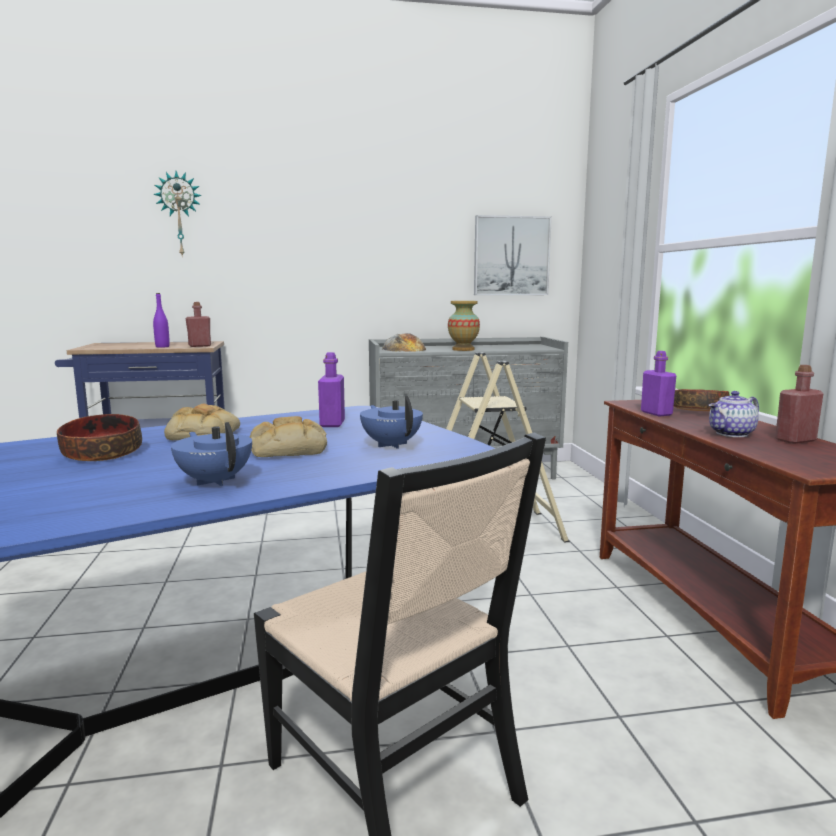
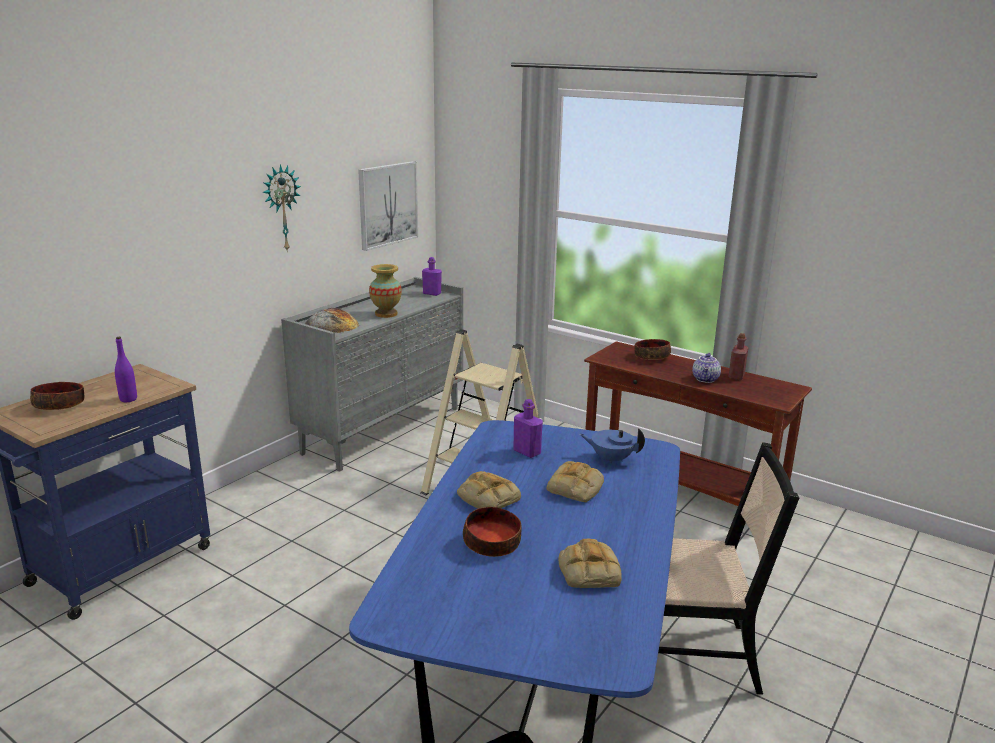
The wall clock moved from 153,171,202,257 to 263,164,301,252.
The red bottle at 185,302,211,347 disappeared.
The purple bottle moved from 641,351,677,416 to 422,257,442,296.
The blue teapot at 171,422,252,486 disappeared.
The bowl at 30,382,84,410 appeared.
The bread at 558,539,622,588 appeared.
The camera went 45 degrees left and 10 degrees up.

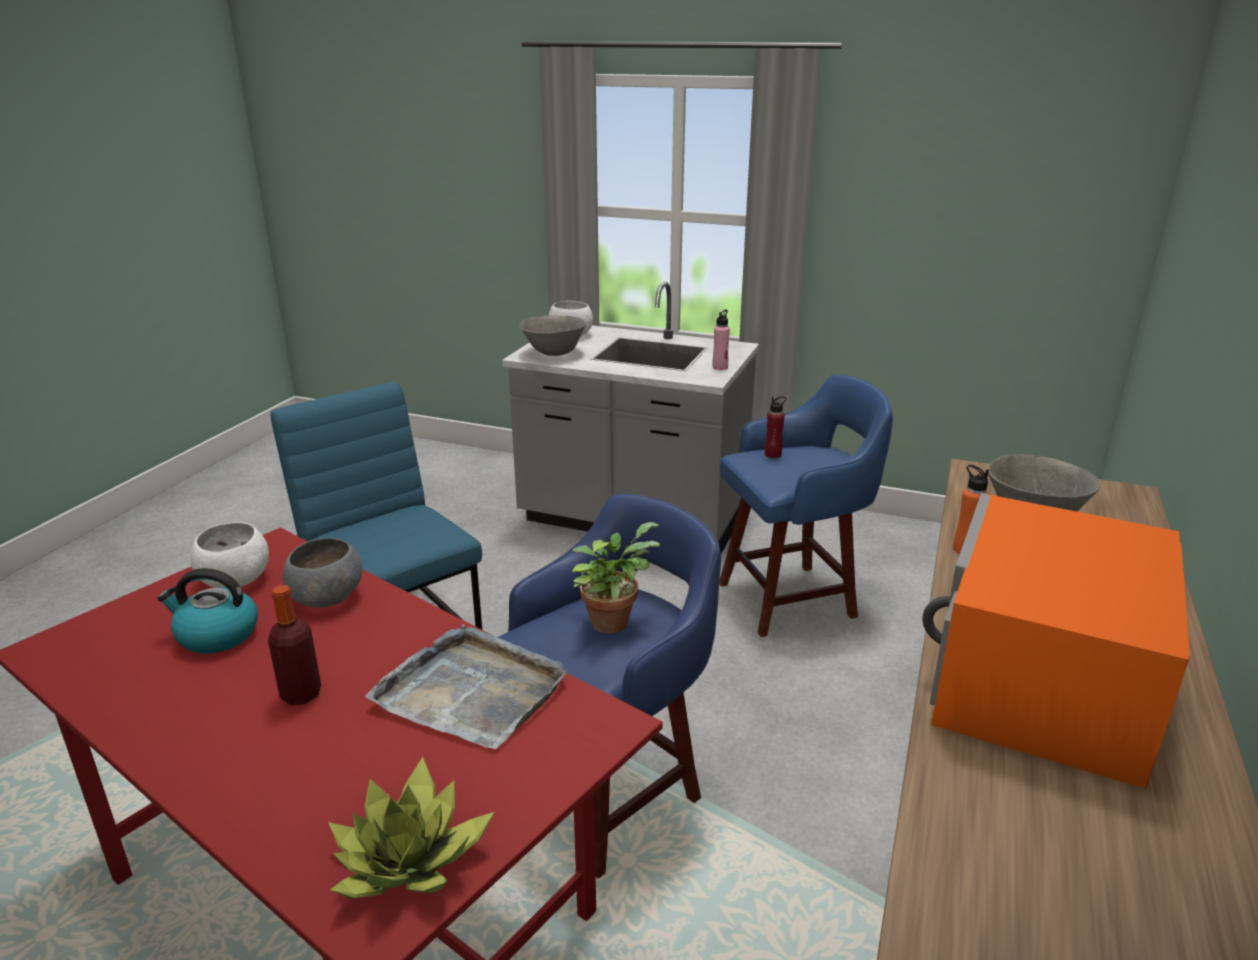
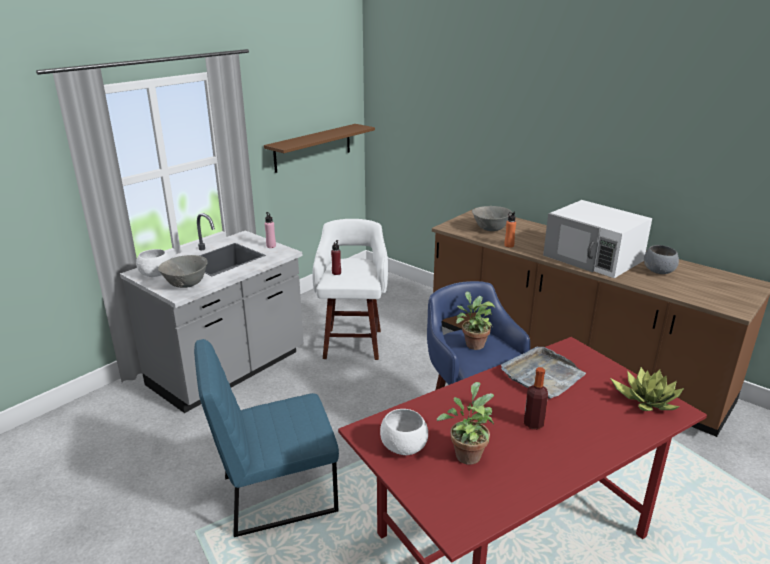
The blue stool at 719,374,893,637 became the white stool at 312,219,388,360.
The orange microwave at 922,493,1190,789 became the white microwave at 543,200,652,278.
The grey bowl moved from 283,538,362,608 to 644,245,679,274.
The kettle at 158,568,258,654 was replaced by the potted plant at 437,382,494,465.
The brown shelf at 264,124,375,173 appeared.
The camera went 70 degrees left and 0 degrees up.

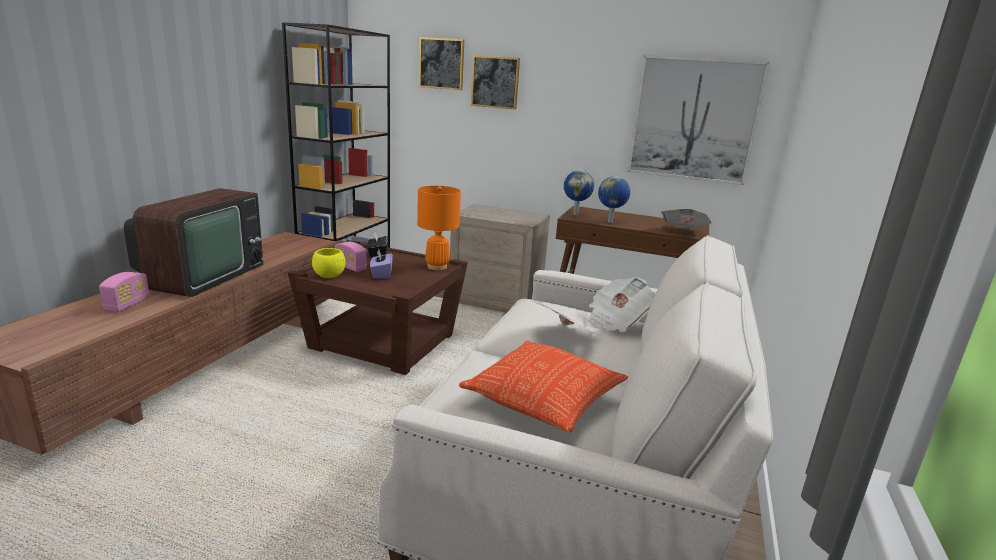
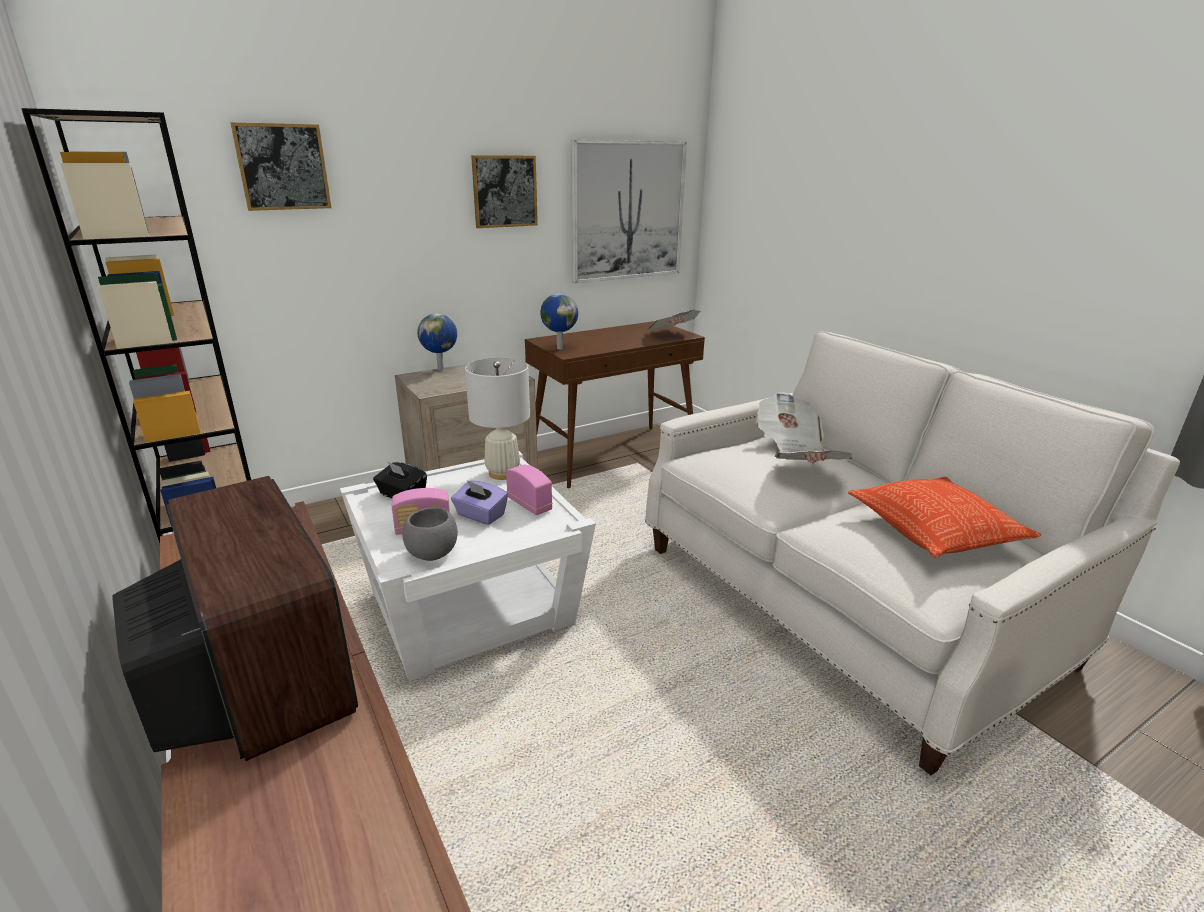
The picture moved from 471,55,520,110 to 471,155,538,228.
The globe moved from 598,176,630,223 to 417,314,457,371.
The orange table lamp at 417,186,461,270 became the white table lamp at 465,358,530,480.
The brown side table at 287,242,468,375 became the white side table at 340,451,596,681.
The yellow bowl at 312,248,346,278 became the grey bowl at 402,507,458,561.
The radio moved from 99,272,150,312 to 506,465,553,515.
The camera went 50 degrees left and 5 degrees up.

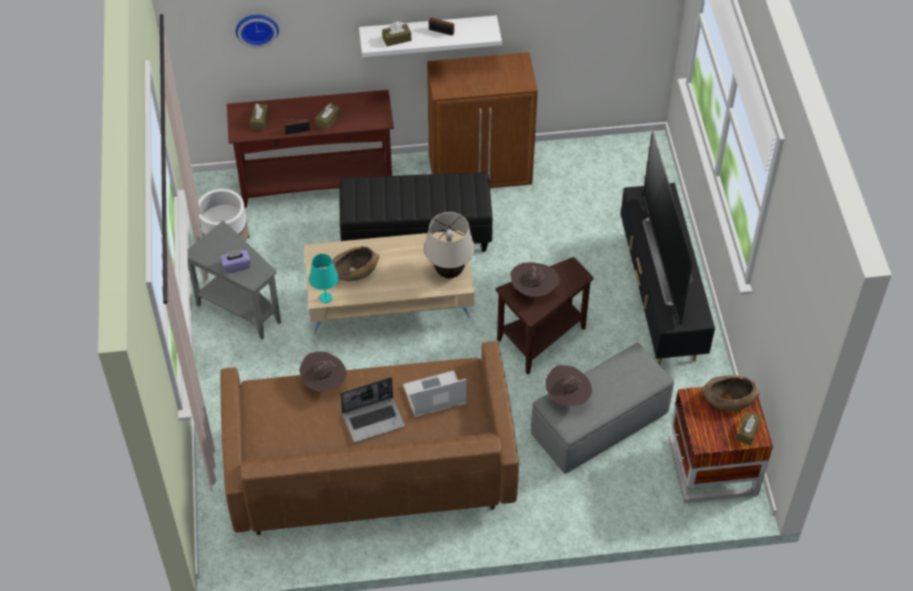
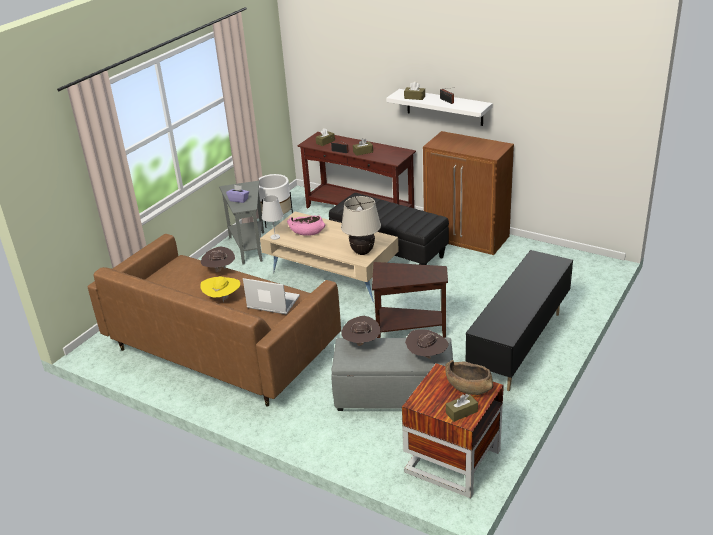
The wall clock at 236,15,279,48 disappeared.
The television at 642,130,694,326 disappeared.
The brown bowl at 332,246,379,281 became the pink bowl at 287,215,325,236.
The turquoise table lamp at 309,254,339,303 became the white table lamp at 262,195,284,240.
The brown hat moved from 510,262,560,297 to 405,329,449,359.
The laptop at 340,377,405,443 was replaced by the yellow hat at 200,276,240,302.
The camera went 40 degrees right and 20 degrees down.

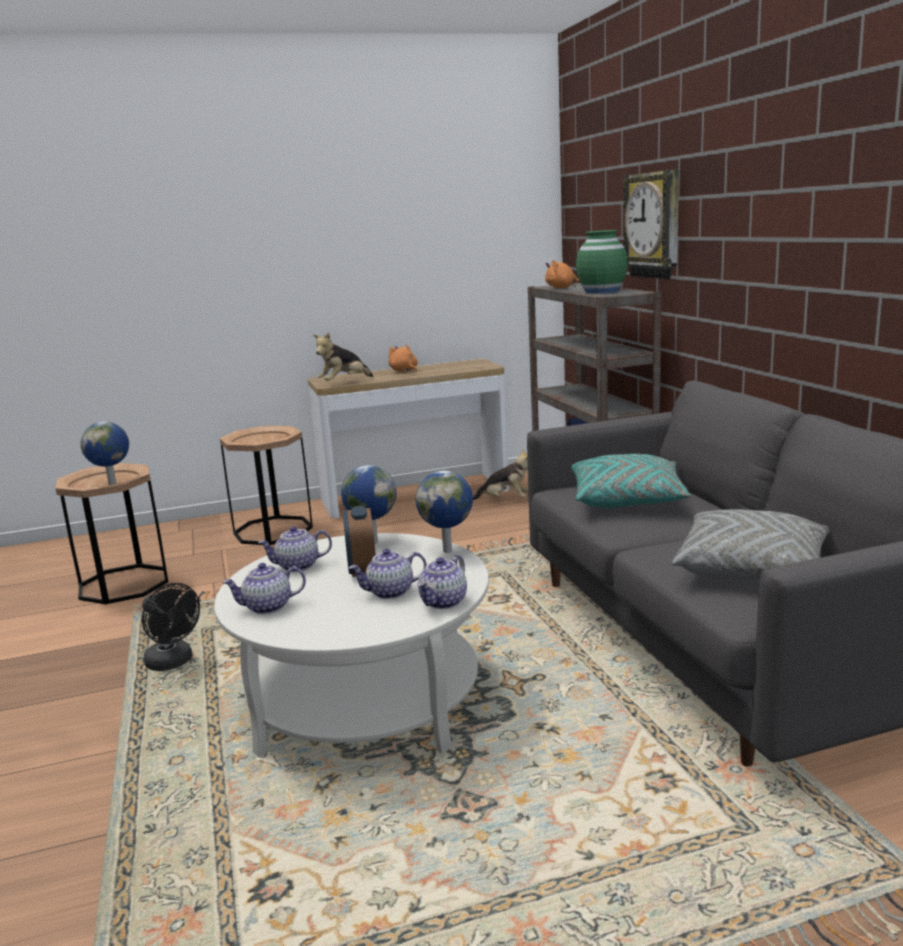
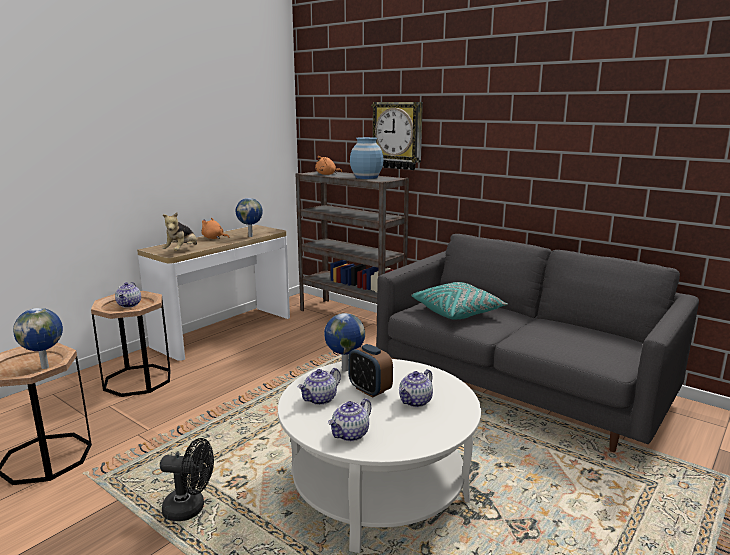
The green vase at 576,230,628,293 became the blue vase at 350,137,383,179.
The plush toy at 473,449,528,500 disappeared.
The globe moved from 415,471,473,553 to 236,198,263,237.
The grey pillow at 672,509,829,580 disappeared.
The teapot moved from 417,555,467,609 to 115,282,141,308.
The camera went 35 degrees left and 0 degrees up.

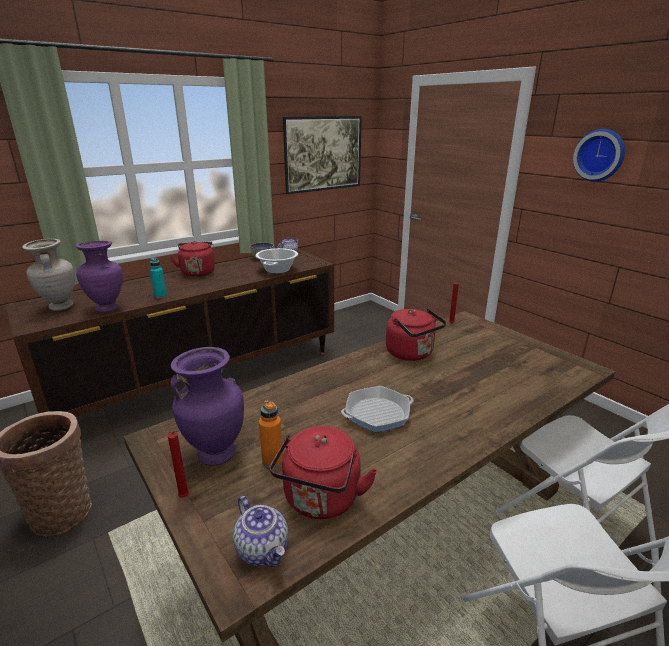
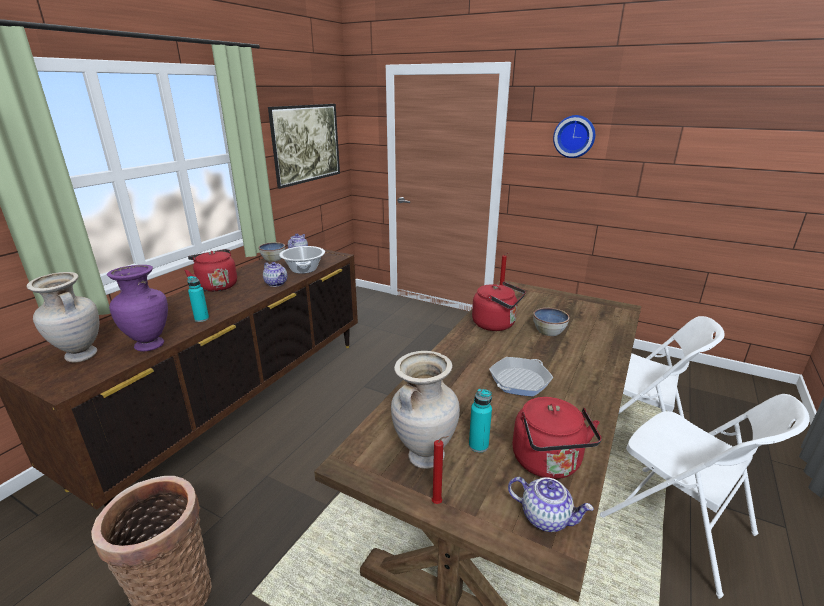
The purple vase at 171,347,244,466 became the beige vase at 391,351,460,469.
The orange bottle at 259,400,283,468 became the turquoise bottle at 469,389,492,452.
The teapot at 263,262,288,287 appeared.
The bowl at 533,308,570,336 appeared.
The camera went 25 degrees left and 0 degrees up.

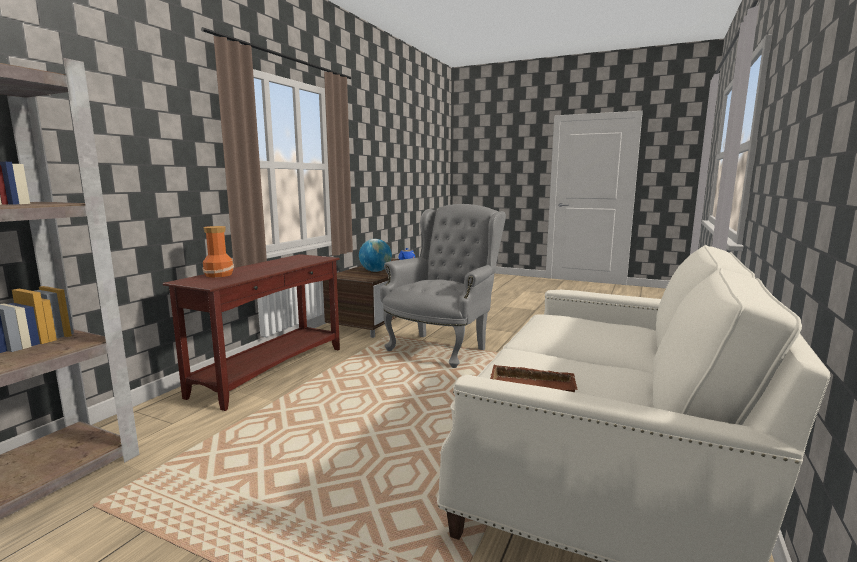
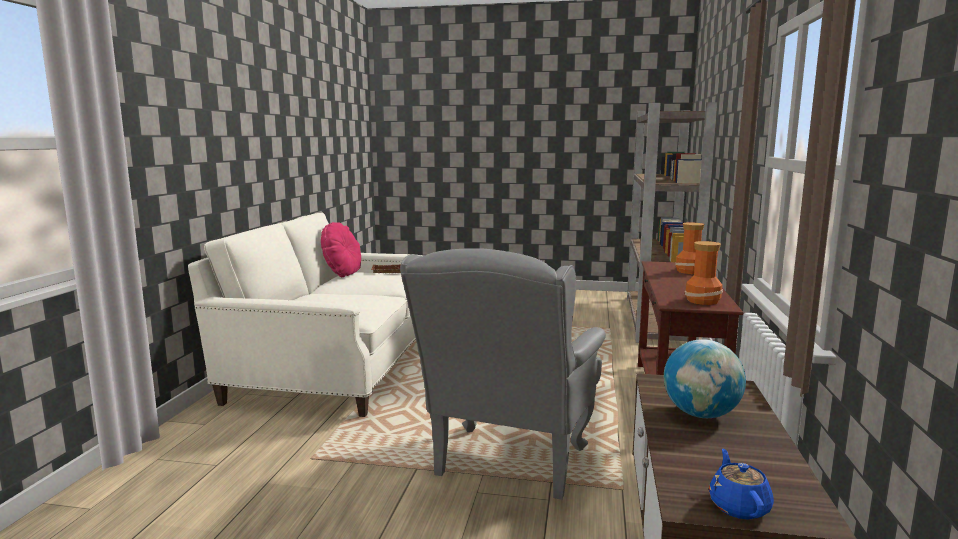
The pink pillow at 321,222,361,277 appeared.
The vase at 684,241,723,305 appeared.
The camera went 165 degrees right and 0 degrees up.

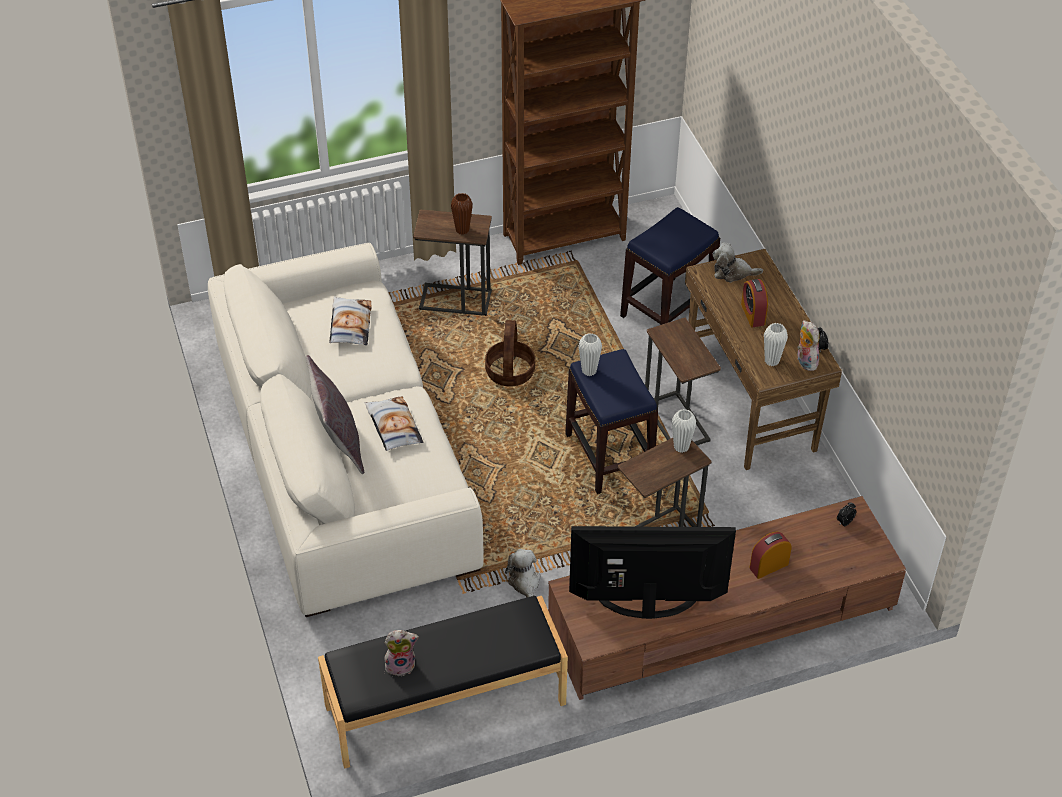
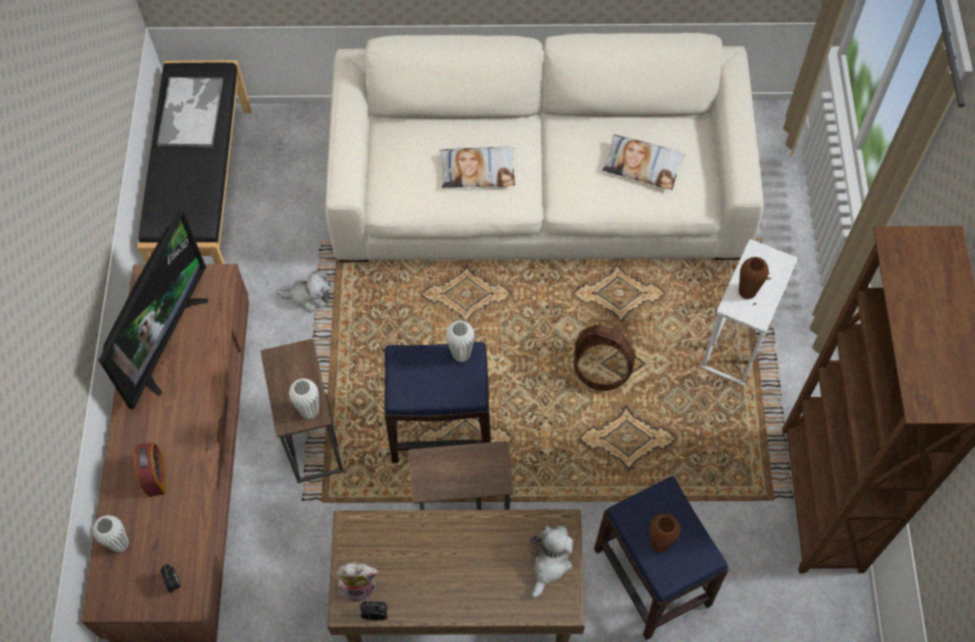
The brown side table at 413,210,492,316 became the white side table at 701,239,798,386.
The alarm clock at 741,279,768,327 disappeared.
The white vase moved from 764,323,788,366 to 93,515,129,553.
The grey pillow at 306,355,364,474 disappeared.
The plush toy at 384,630,419,676 was replaced by the tray at 157,77,223,148.
The brown vase at 649,513,681,553 appeared.
The camera went 110 degrees right and 15 degrees up.

